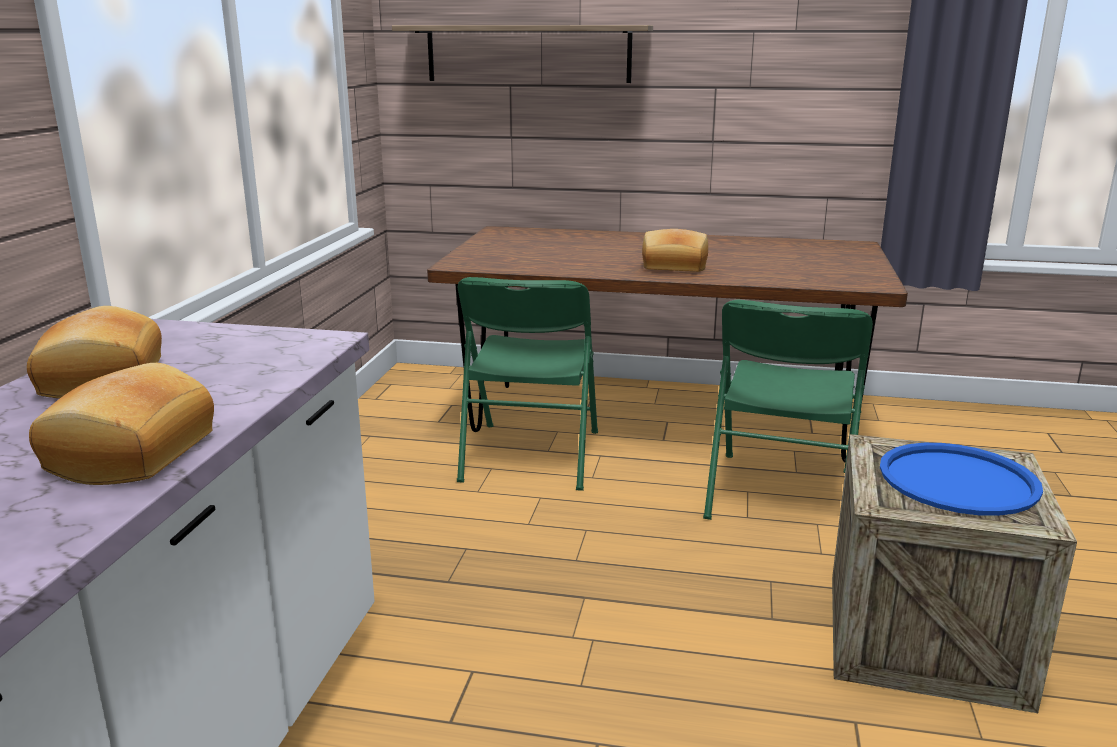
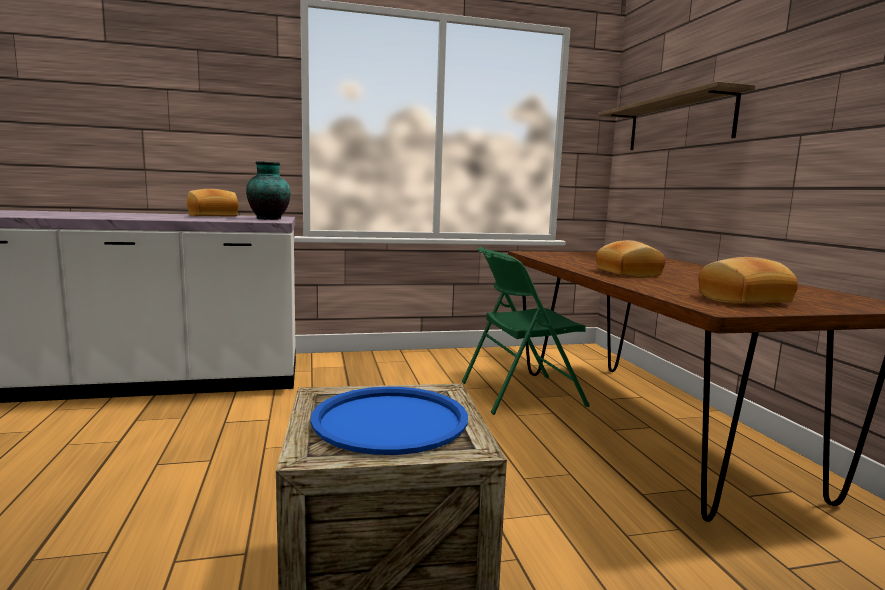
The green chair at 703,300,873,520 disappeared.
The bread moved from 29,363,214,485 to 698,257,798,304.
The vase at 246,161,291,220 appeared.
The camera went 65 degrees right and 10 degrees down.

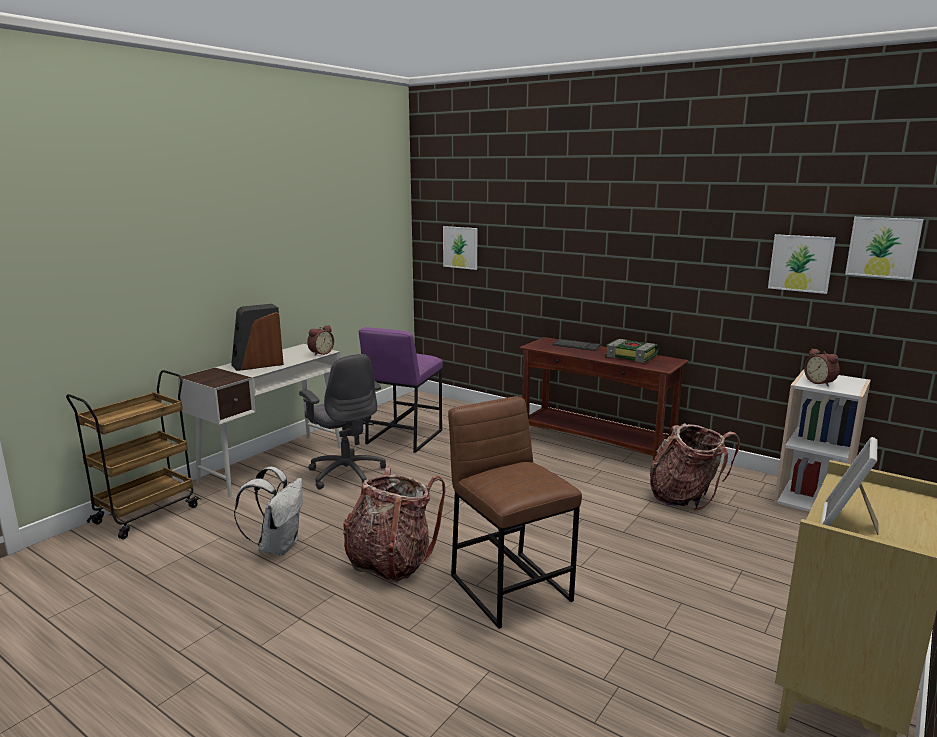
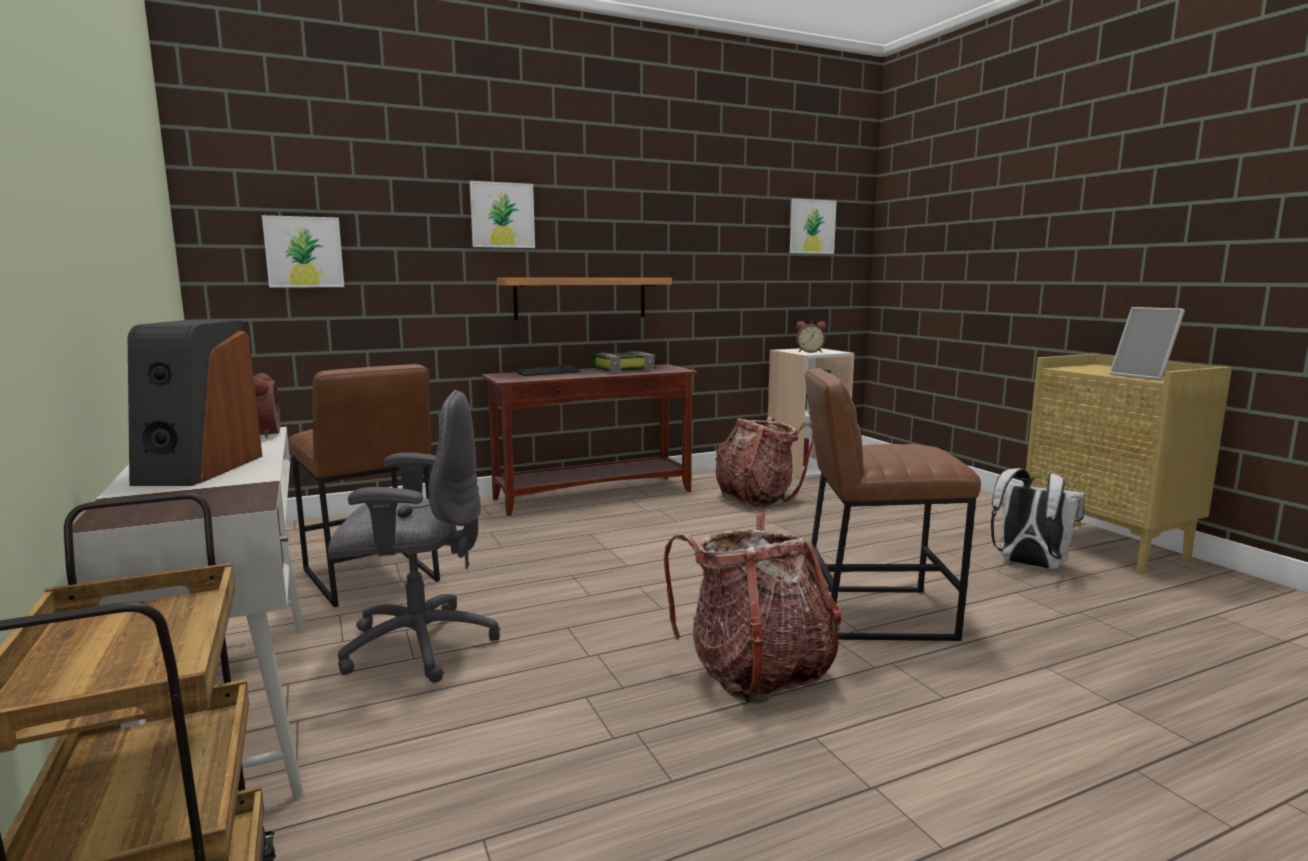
The picture moved from 768,234,836,294 to 469,181,535,248.
The purple chair at 359,327,443,453 became the brown chair at 288,364,440,607.
The white backpack moved from 234,467,303,556 to 991,468,1085,569.
The shelf at 497,278,672,320 appeared.
The camera went 60 degrees left and 5 degrees down.

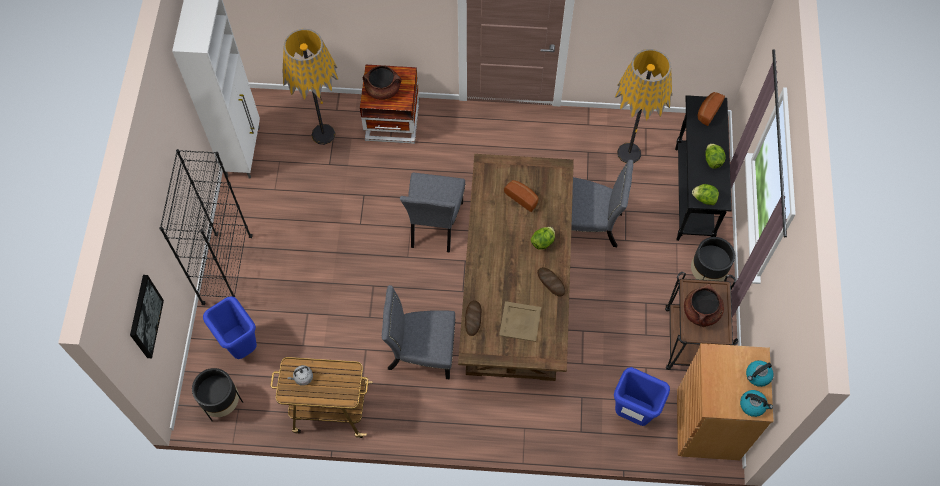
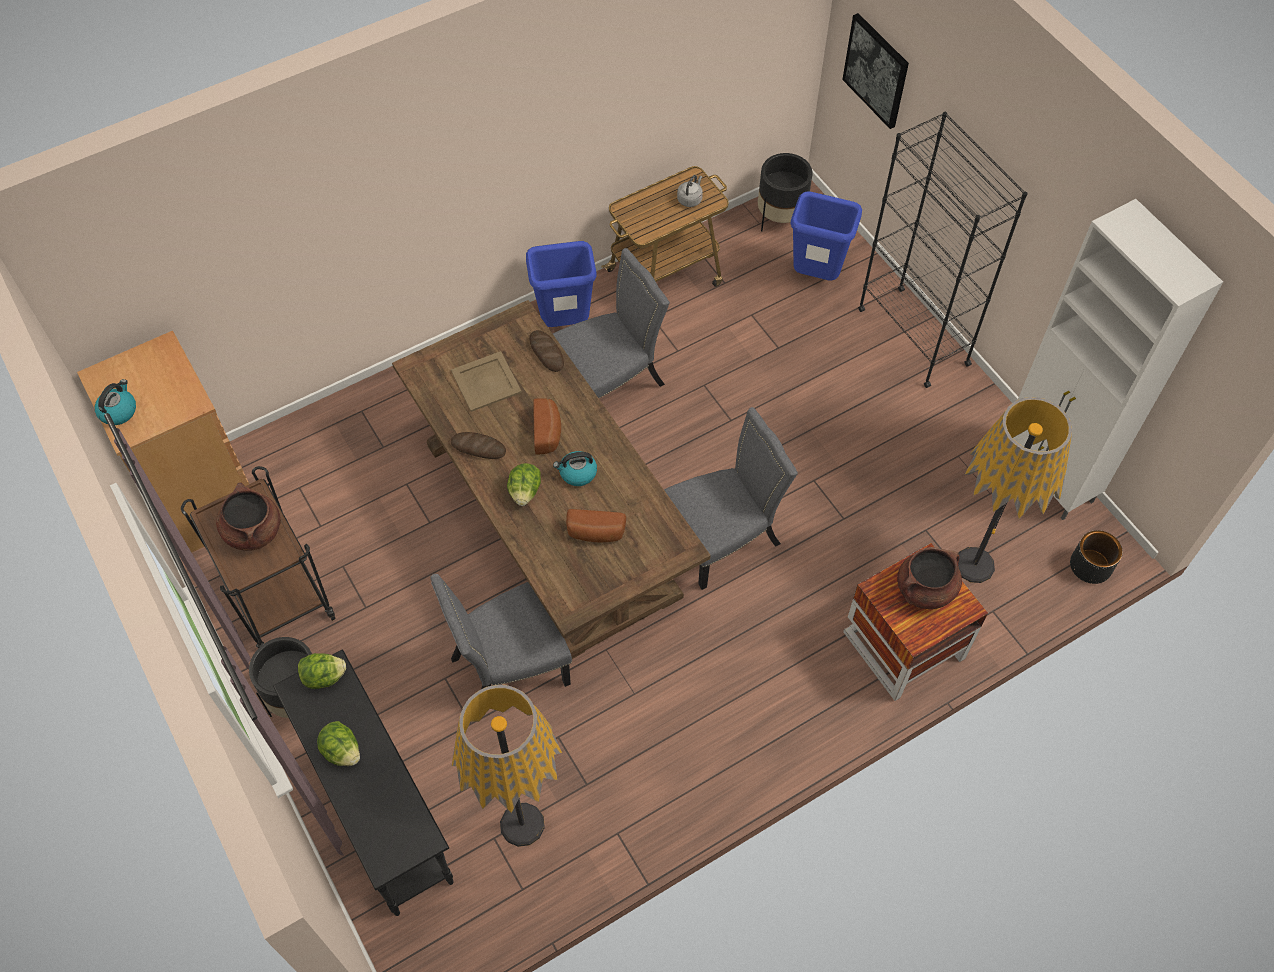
The bread moved from 698,92,725,126 to 533,398,561,455.
The grey chair at 400,172,465,253 turned 90 degrees clockwise.
The blue trash can moved from 614,367,670,426 to 526,241,596,327.
The kettle moved from 740,390,773,417 to 553,451,597,486.
The black planter at 1070,530,1123,584 appeared.
The camera went 145 degrees right and 5 degrees down.

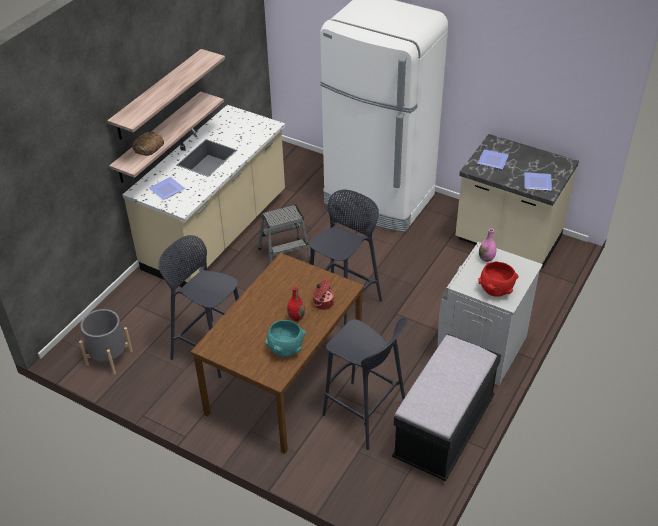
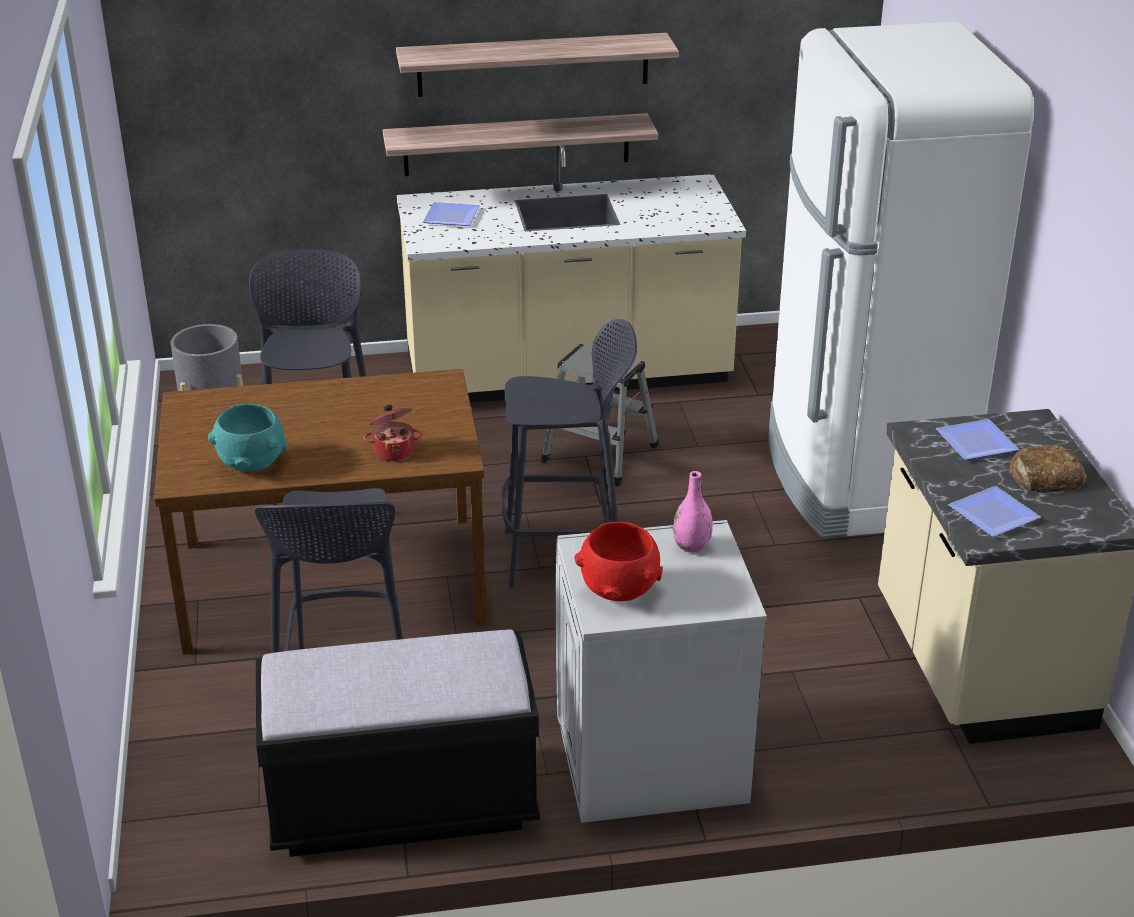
The bread moved from 132,132,164,156 to 1009,445,1087,493.
The red vase at 287,286,305,321 disappeared.
The camera went 50 degrees right and 10 degrees down.

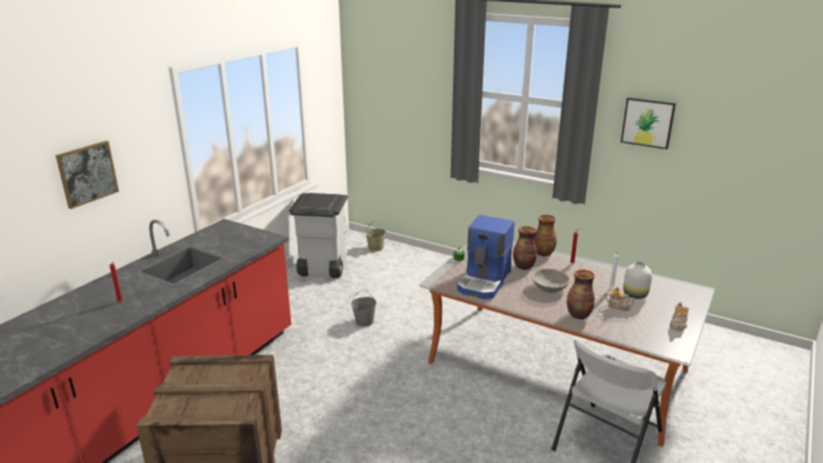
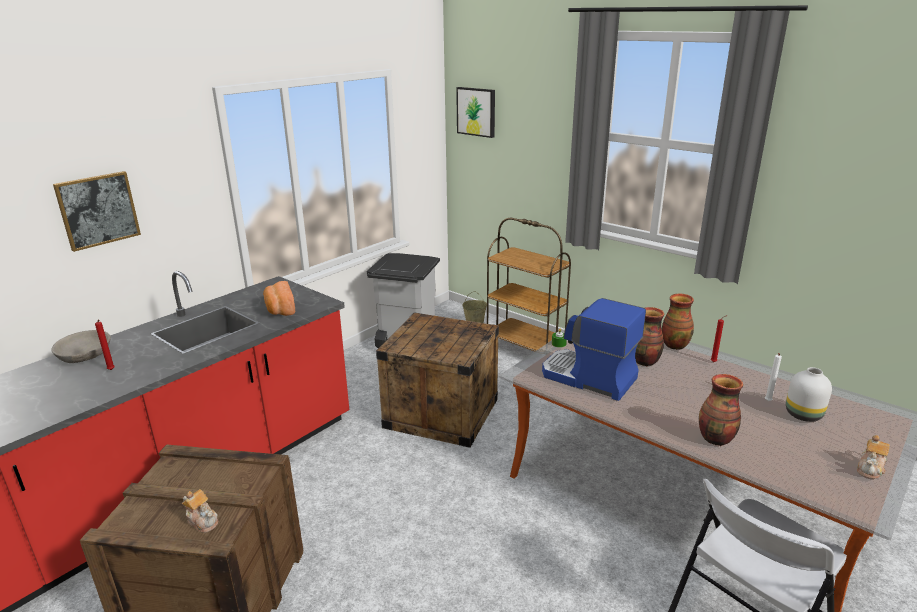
The picture moved from 621,97,676,149 to 456,87,495,138.
The coffee machine at 457,215,514,299 turned 90 degrees clockwise.
The grey bowl moved from 532,268,570,293 to 51,330,111,363.
The teapot moved from 605,287,635,311 to 182,489,218,533.
The grey bucket at 351,290,377,327 was replaced by the crate at 376,312,499,448.
The brown cart at 487,218,571,351 appeared.
The bread at 263,281,295,316 appeared.
The camera went 10 degrees right and 0 degrees up.

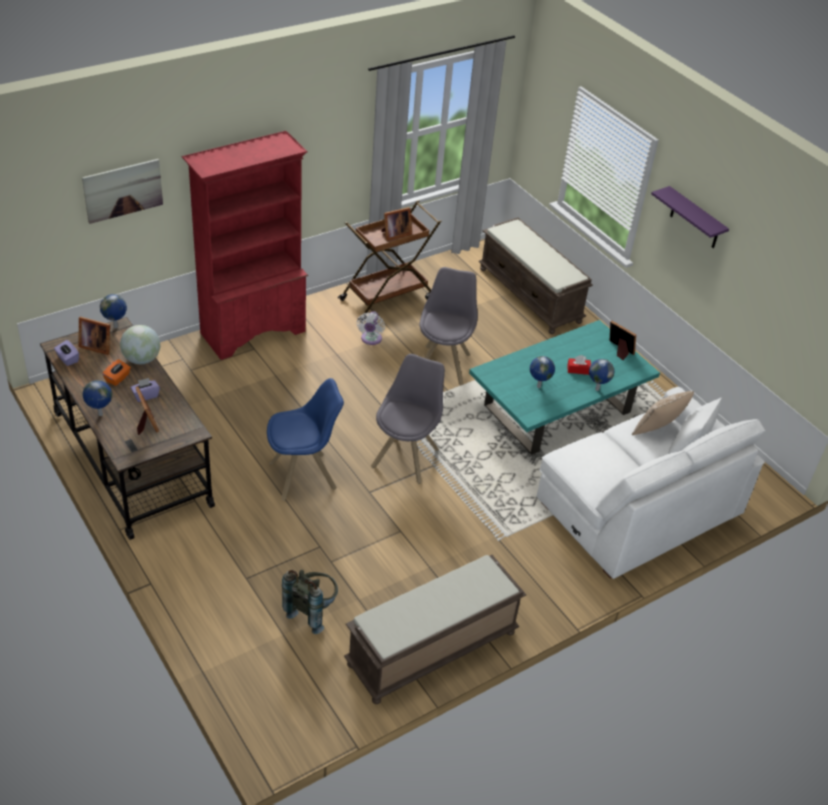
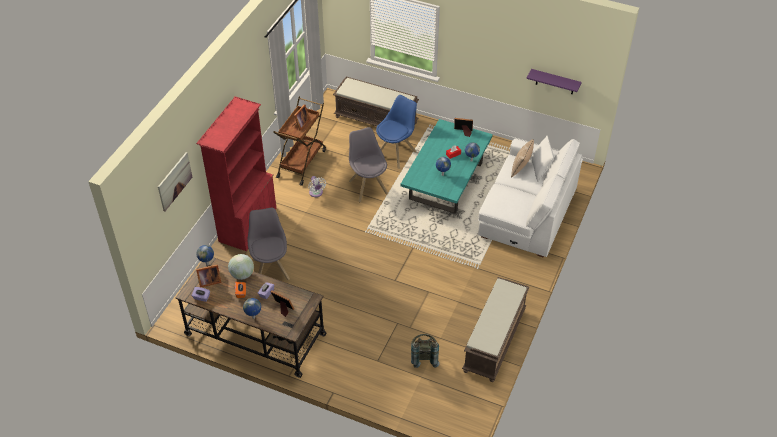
The purple shelf moved from 651,186,729,248 to 527,69,582,94.
The grey chair moved from 371,354,445,484 to 247,208,290,280.
The blue chair moved from 267,378,344,501 to 376,95,417,169.
The camera went 30 degrees left and 5 degrees up.

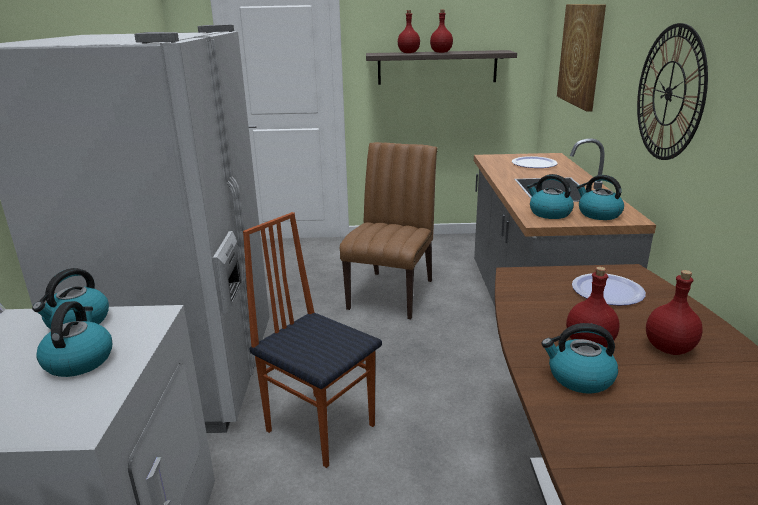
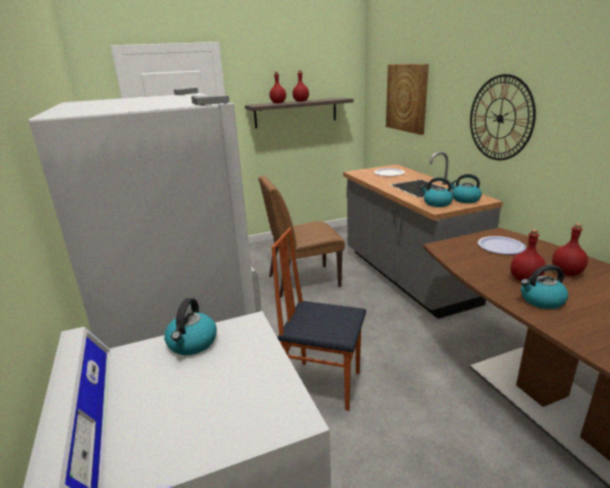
The brown chair at 340,142,438,319 turned 105 degrees counterclockwise.
The kettle at 36,301,112,377 disappeared.
The camera went 20 degrees left and 0 degrees up.

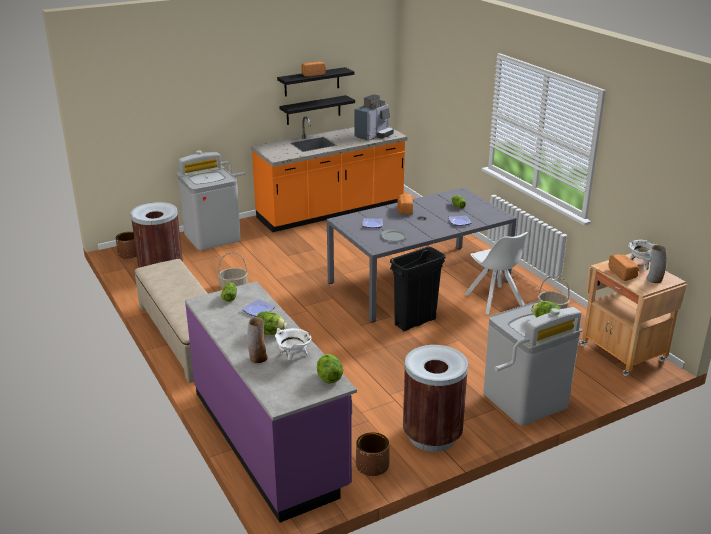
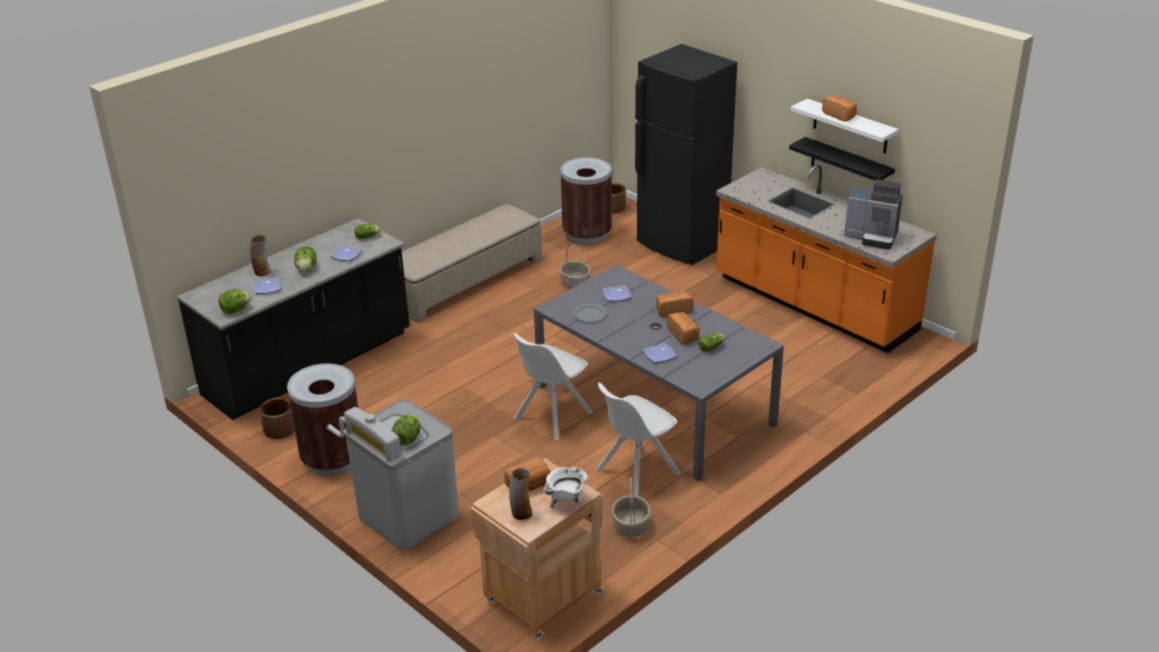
The black shelf at 277,67,354,97 became the white shelf at 791,99,899,153.
The grey washing machine at 177,151,245,251 was replaced by the black fridge at 635,44,737,265.
The black trash can at 390,247,445,331 was replaced by the white chair at 514,333,593,440.
The purple counter at 185,281,357,523 became the black counter at 177,218,410,420.
The white cooking pot at 275,328,311,360 was replaced by the plate at 253,277,281,294.
The bread at 667,312,700,345 appeared.
The camera went 75 degrees right and 5 degrees up.

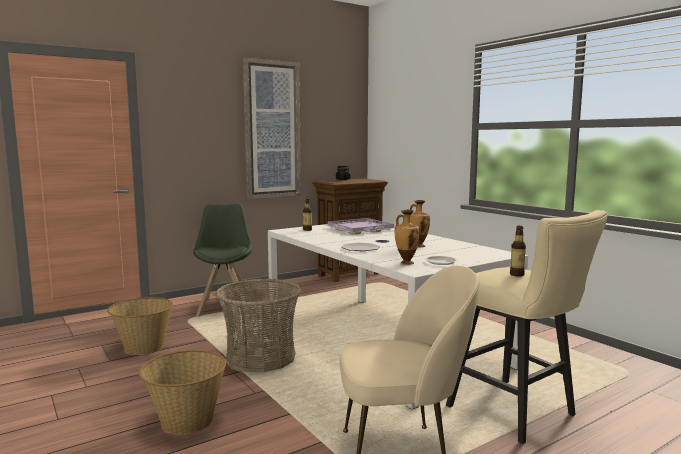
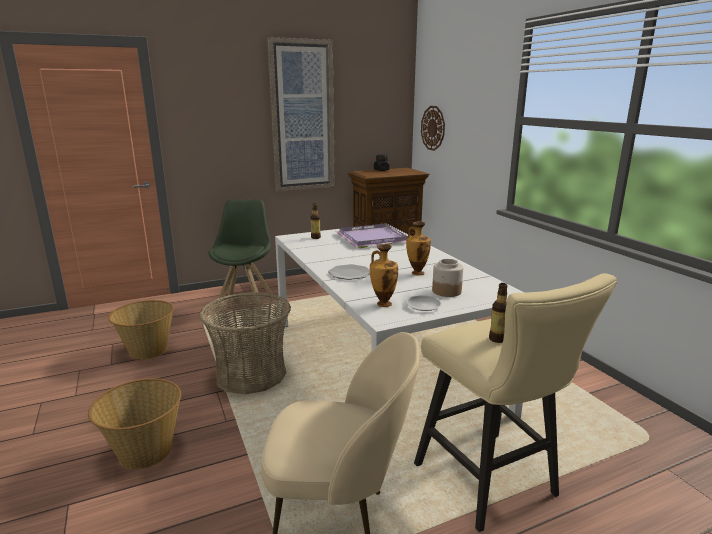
The wall clock at 421,106,445,151 appeared.
The jar at 432,259,463,297 appeared.
The camera went 10 degrees right and 10 degrees up.

